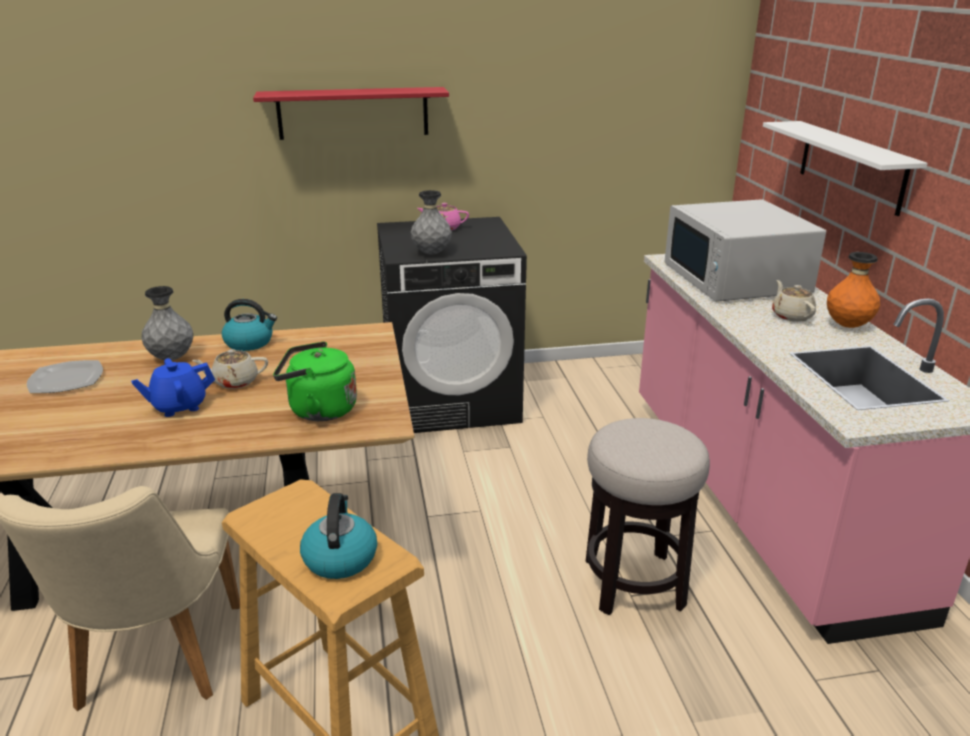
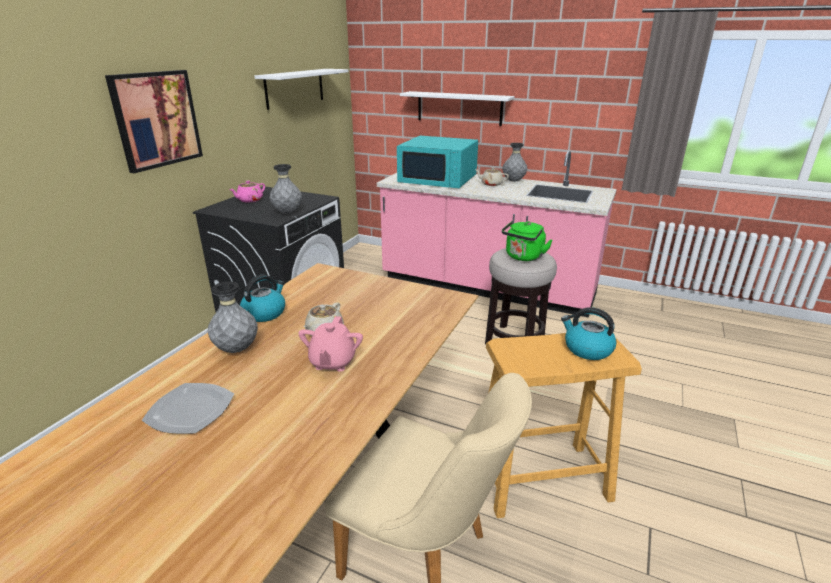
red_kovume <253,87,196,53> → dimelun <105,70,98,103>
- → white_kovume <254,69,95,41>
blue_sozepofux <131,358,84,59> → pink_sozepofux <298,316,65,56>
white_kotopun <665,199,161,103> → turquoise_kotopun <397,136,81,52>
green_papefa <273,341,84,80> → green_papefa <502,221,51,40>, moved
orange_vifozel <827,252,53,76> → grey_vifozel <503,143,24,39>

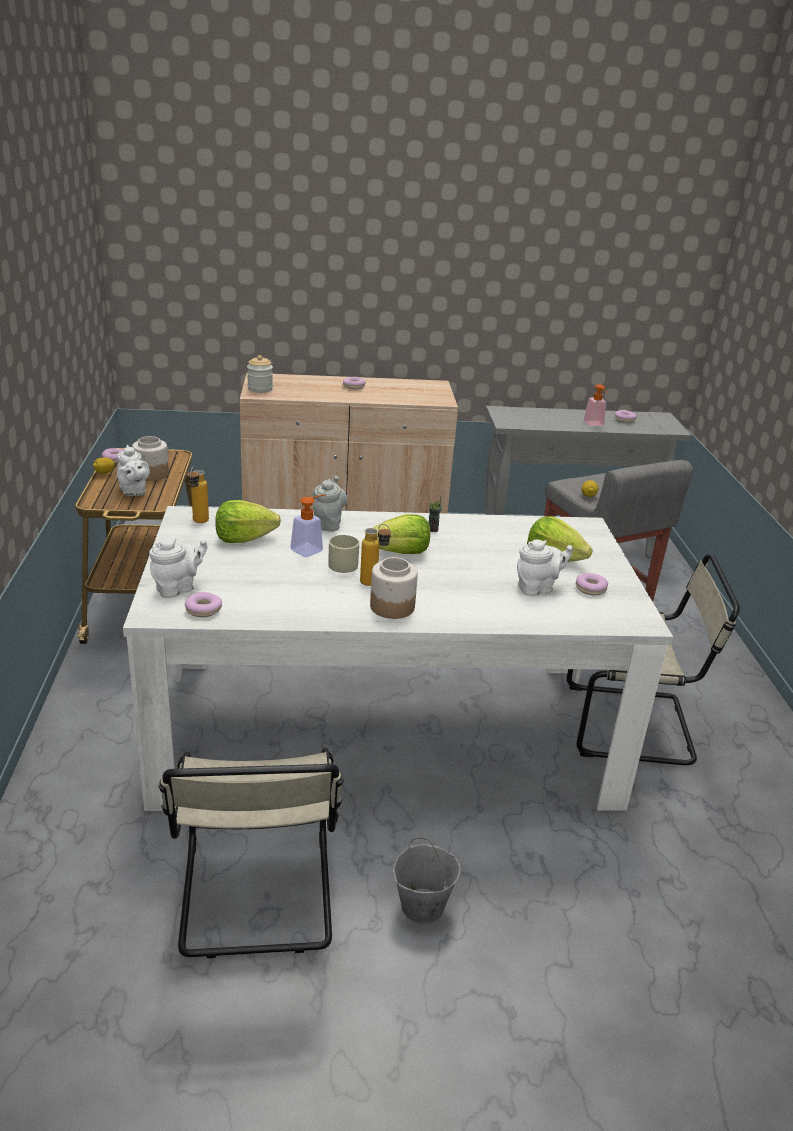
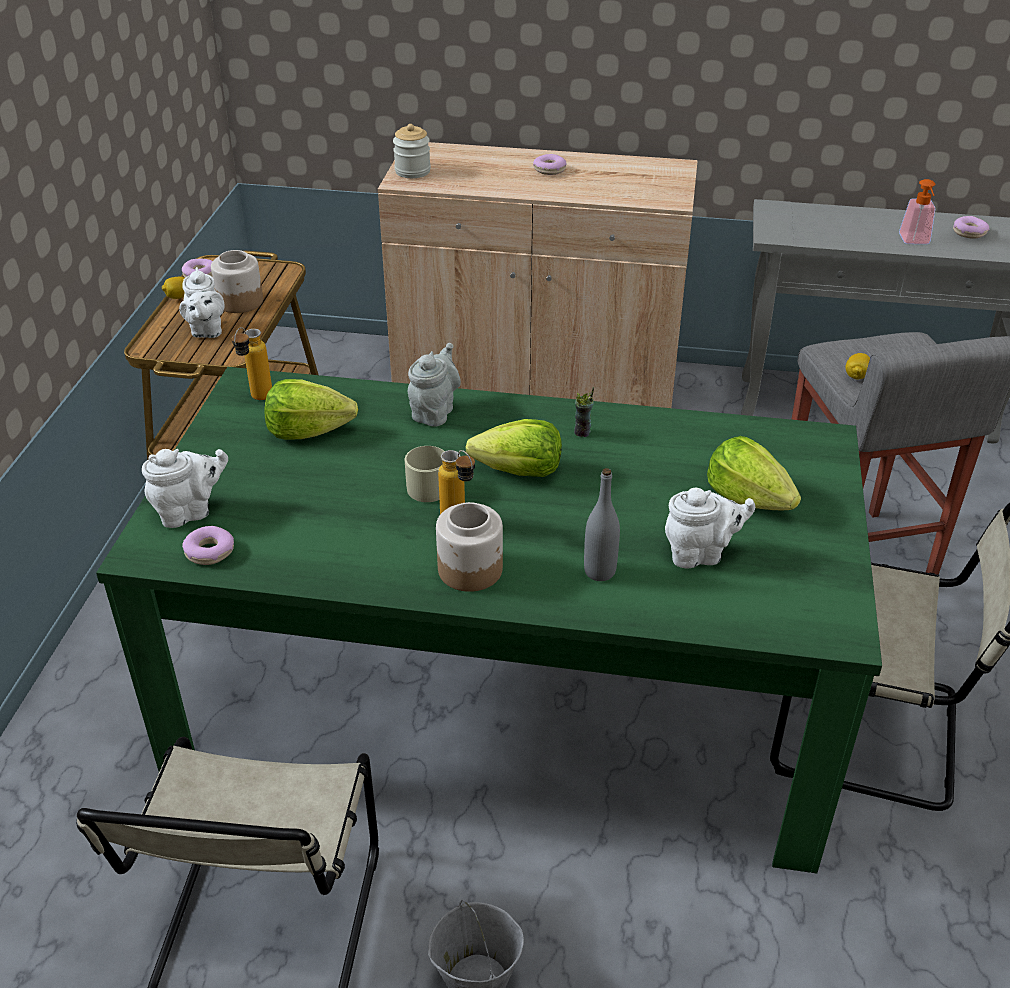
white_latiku <123,506,550,305> → green_latiku <96,367,786,506>
- → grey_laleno <584,468,36,113>
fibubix <290,494,36,63> → -
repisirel <576,573,32,22> → -

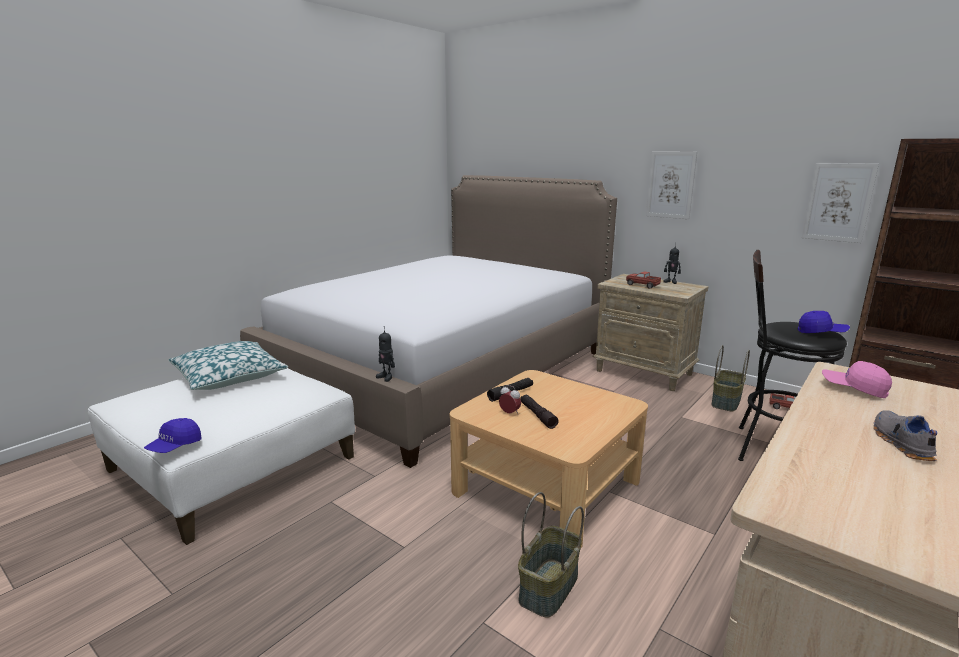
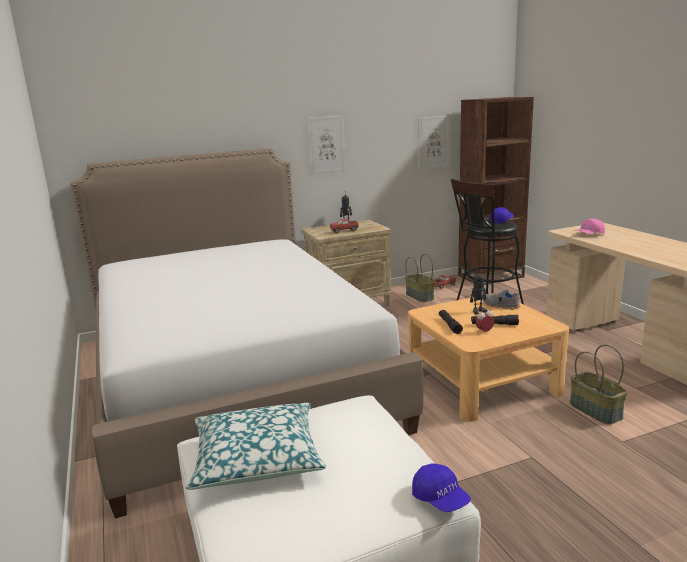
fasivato <376,326,19,56> → fasivato <470,268,18,47>, moved
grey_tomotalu <874,410,63,51> → grey_tomotalu <482,289,38,21>, moved

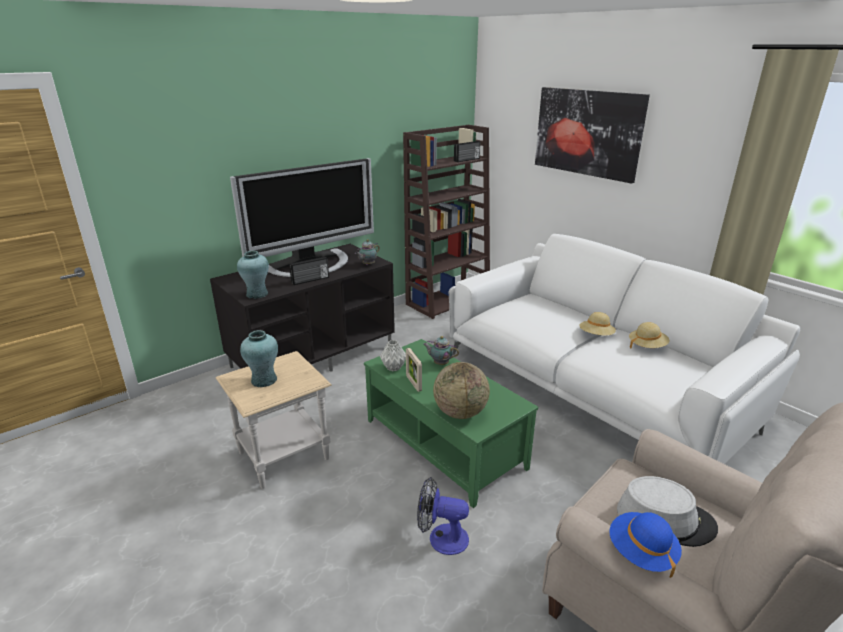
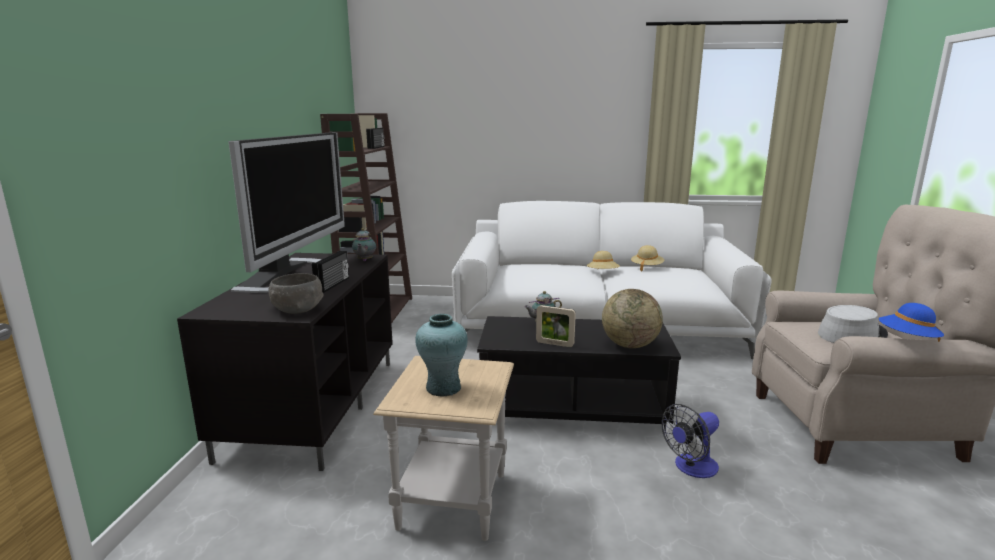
turquoise_vifozel <237,251,32,48> → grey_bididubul <269,273,54,41>
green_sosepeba <364,339,174,169> → black_sosepeba <477,316,204,121>
grey_vifozel <380,340,26,31> → -
dimelun <535,87,115,97> → -

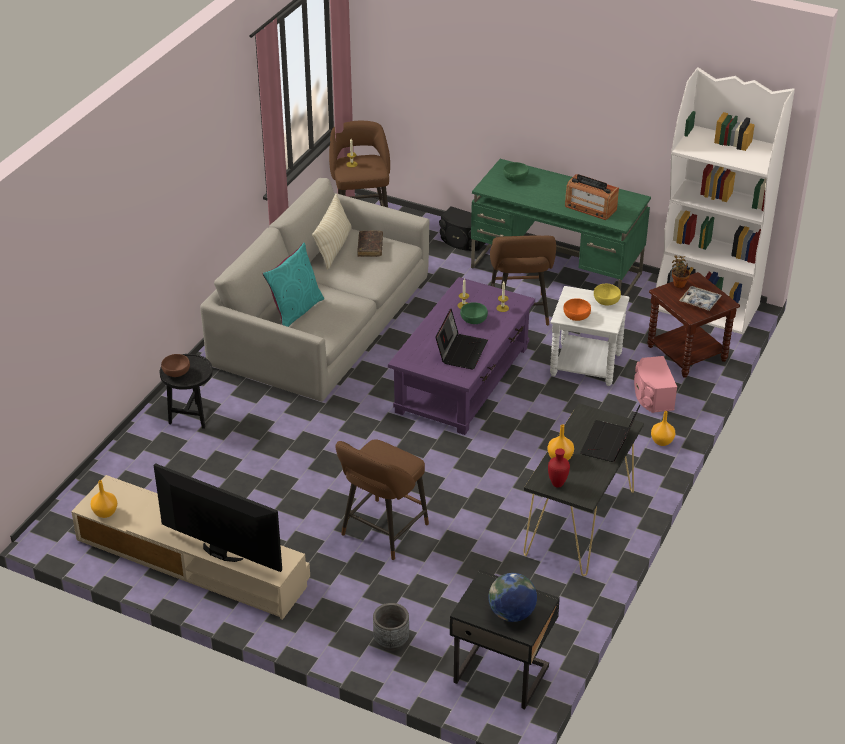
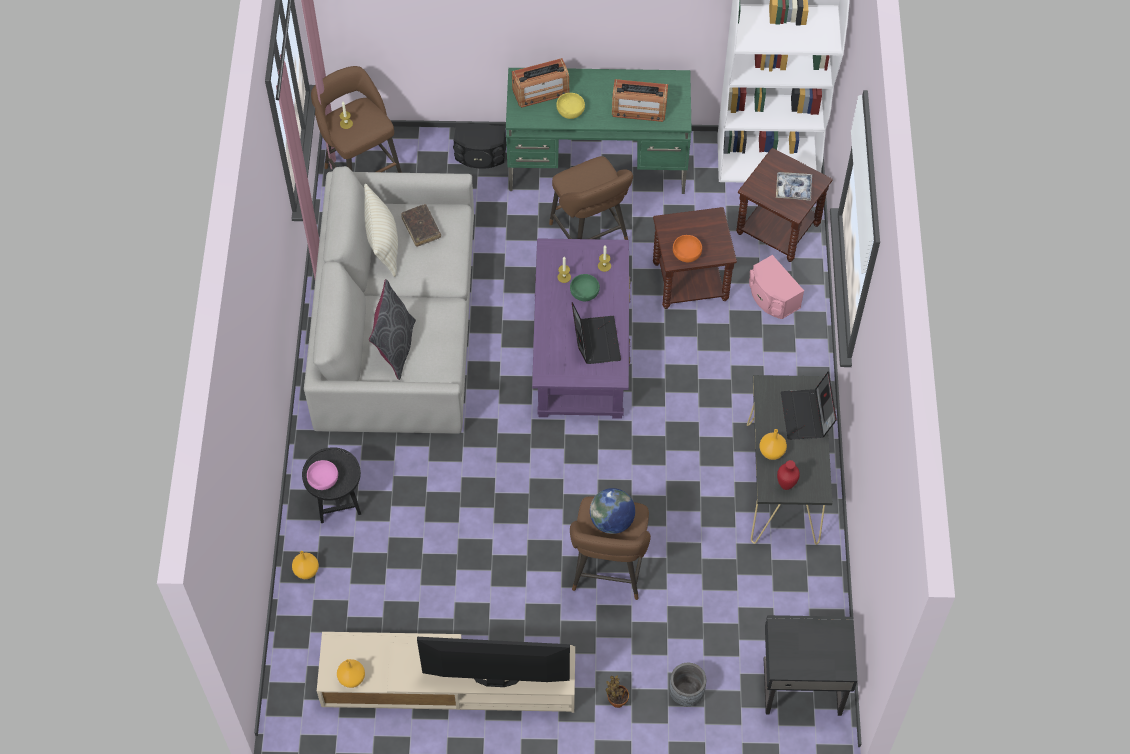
orange_vifozel <651,411,24,35> → orange_vifozel <292,551,27,28>, moved
brown_bididubul <161,354,29,23> → pink_bididubul <307,460,31,30>
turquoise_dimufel <263,243,61,84> → grey_dimufel <369,279,47,101>
green_bididubul <503,162,25,20> → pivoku <512,58,58,50>
yellow_bididubul <594,284,27,22> → yellow_bididubul <556,93,29,26>, moved
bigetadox <488,573,49,49> → bigetadox <590,488,45,46>, moved
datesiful <672,255,18,33> → datesiful <606,675,23,33>, moved
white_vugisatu <550,286,80,100> → brown_vugisatu <653,207,84,102>

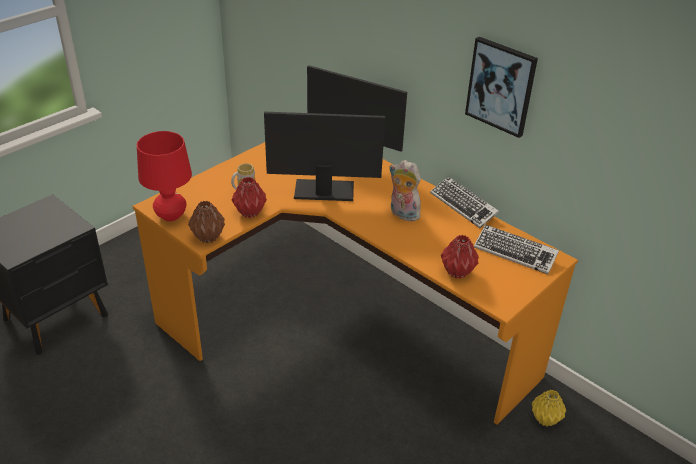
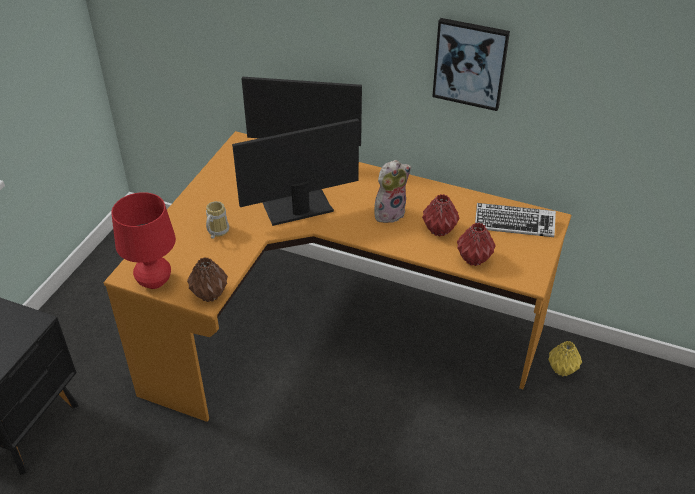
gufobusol <389,160,32,61> → gufobusol <374,160,37,63>, 135 degrees clockwise
red_vifozel <232,177,35,41> → red_vifozel <422,194,38,43>, moved
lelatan <430,176,69,52> → -

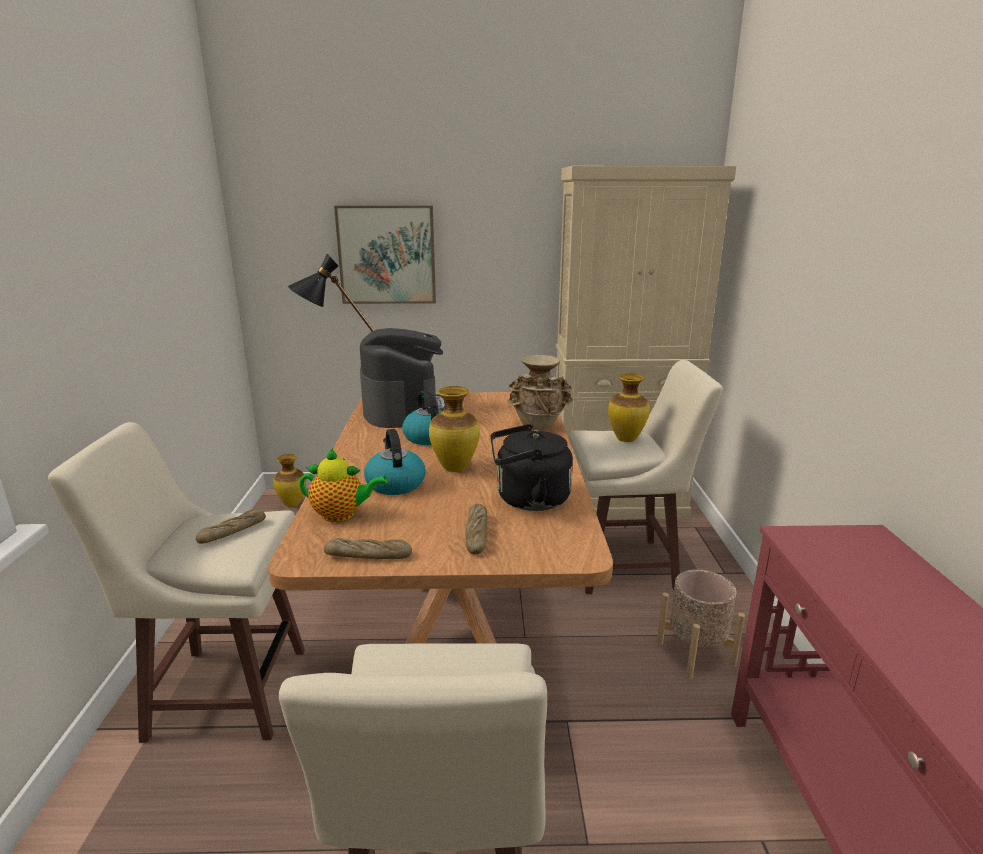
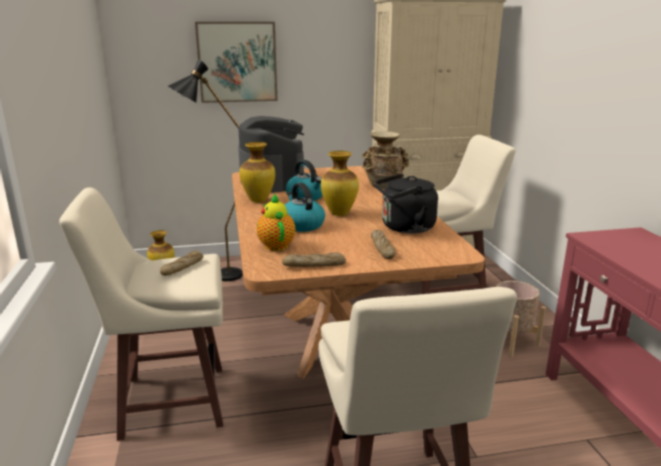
vifozel <608,373,42,69> → vifozel <240,142,35,60>, moved
sozepofux <299,448,89,74> → sozepofux <257,193,39,58>, 105 degrees counterclockwise

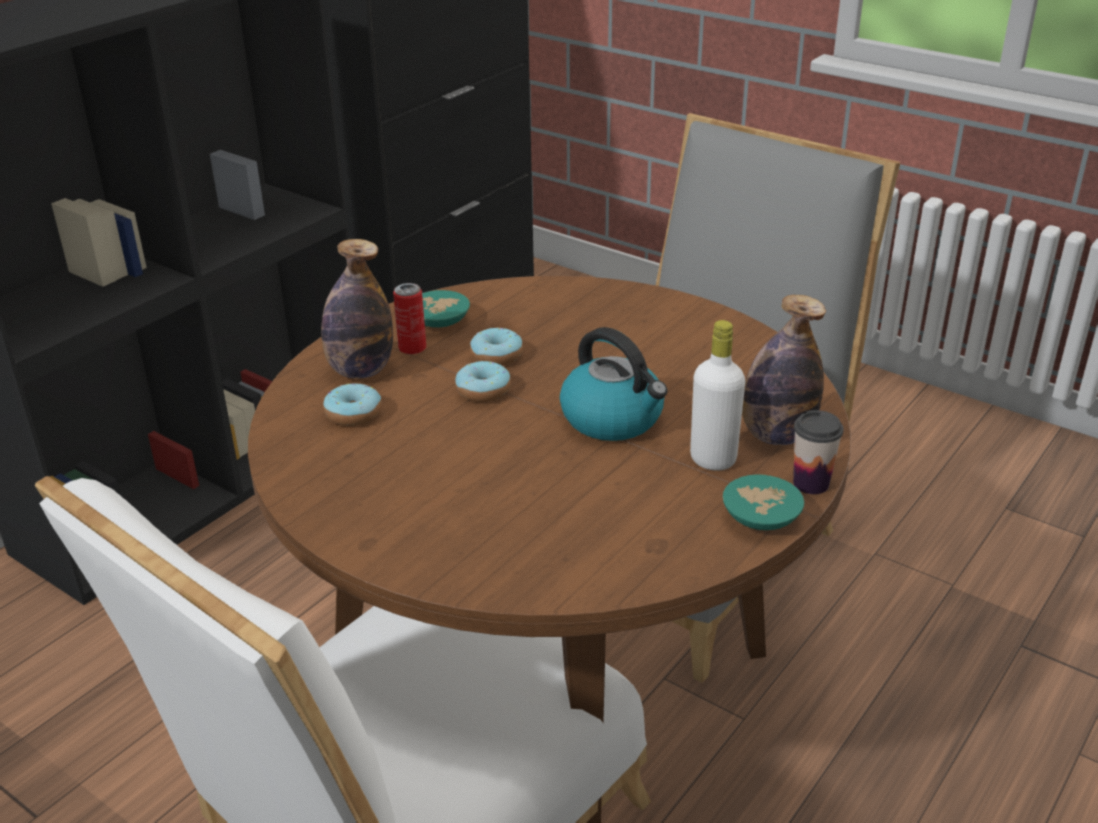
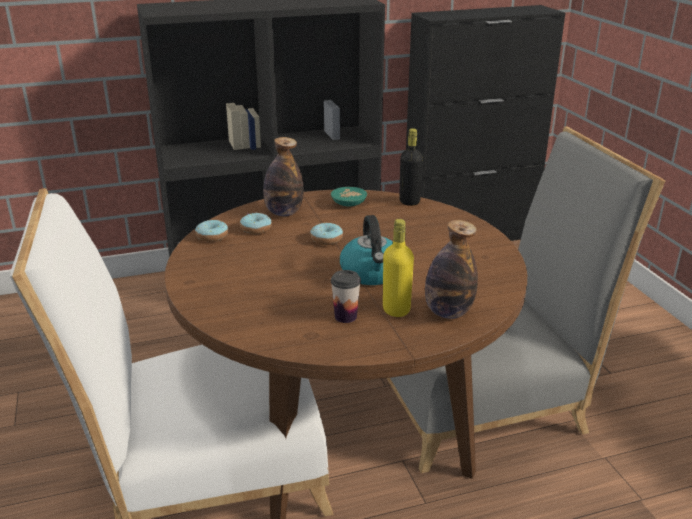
repisirel <470,328,53,38> → repisirel <195,220,33,22>, moved
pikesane <793,410,51,84> → pikesane <331,270,30,53>, moved
white_laleno <690,320,55,150> → yellow_laleno <383,219,31,98>
- → black_laleno <399,128,24,78>
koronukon <393,283,33,71> → -
turquoise_bididubul <723,475,81,55> → -

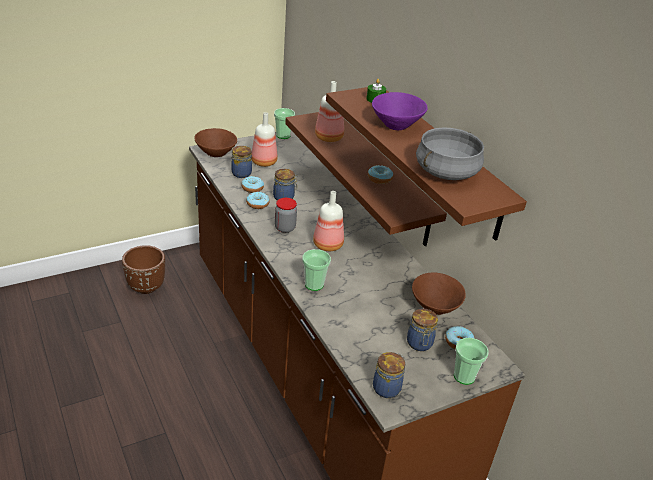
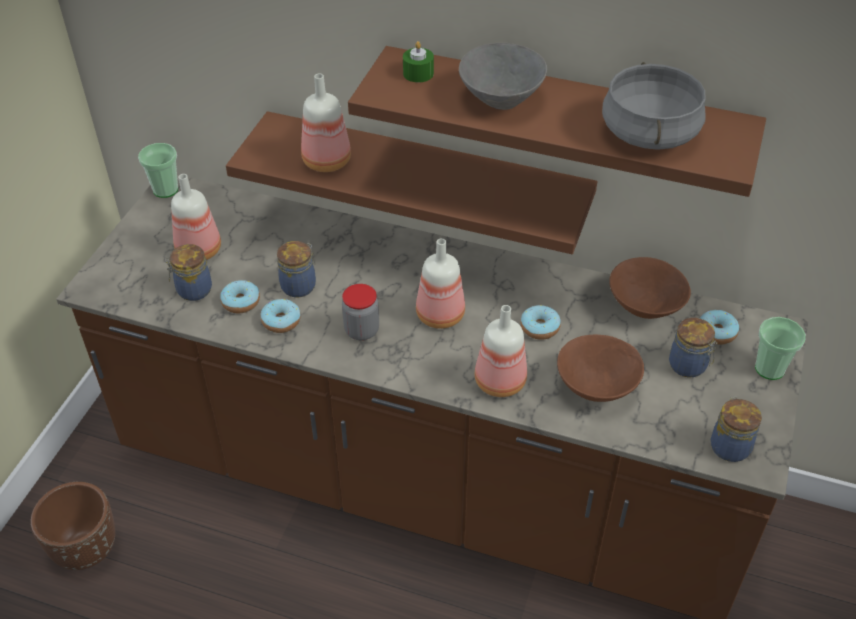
purple_bididubul <372,92,56,38> → grey_bididubul <459,43,88,67>
pikesane <302,249,29,42> → laleno <475,305,52,92>
repisirel <368,165,25,19> → repisirel <520,305,41,35>, moved
brown_bididubul <195,128,42,29> → brown_bididubul <557,335,87,67>, moved

